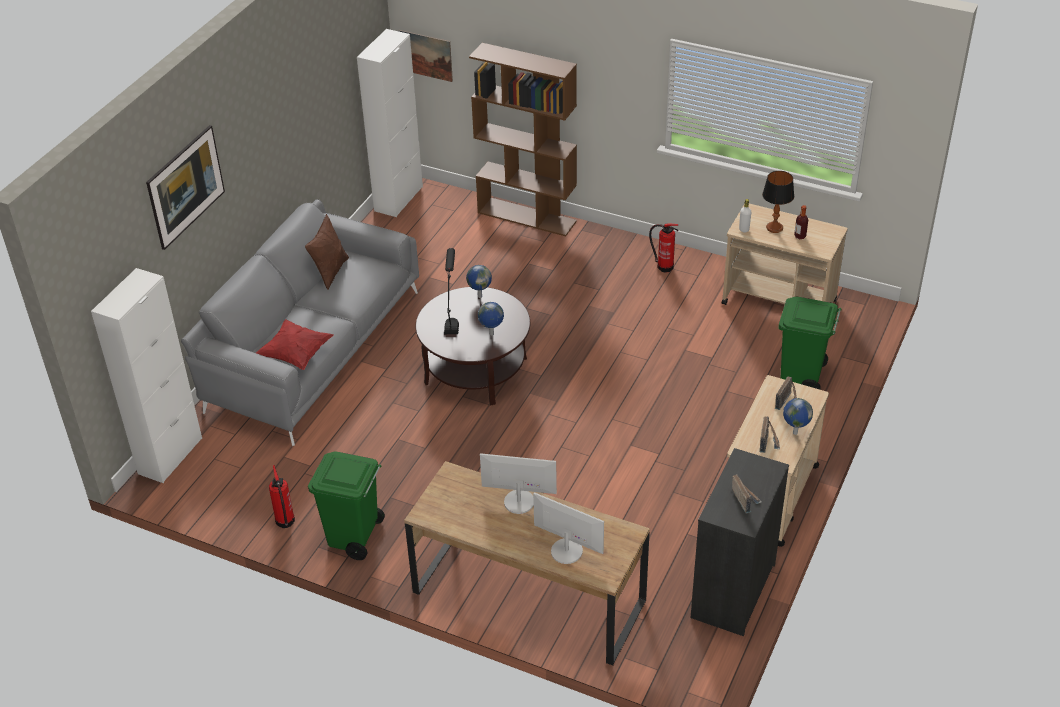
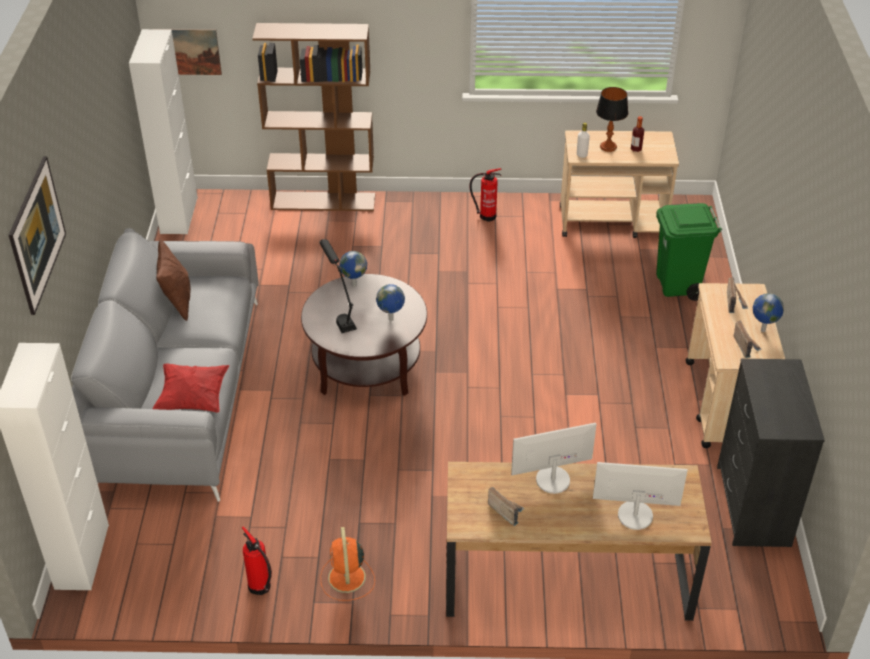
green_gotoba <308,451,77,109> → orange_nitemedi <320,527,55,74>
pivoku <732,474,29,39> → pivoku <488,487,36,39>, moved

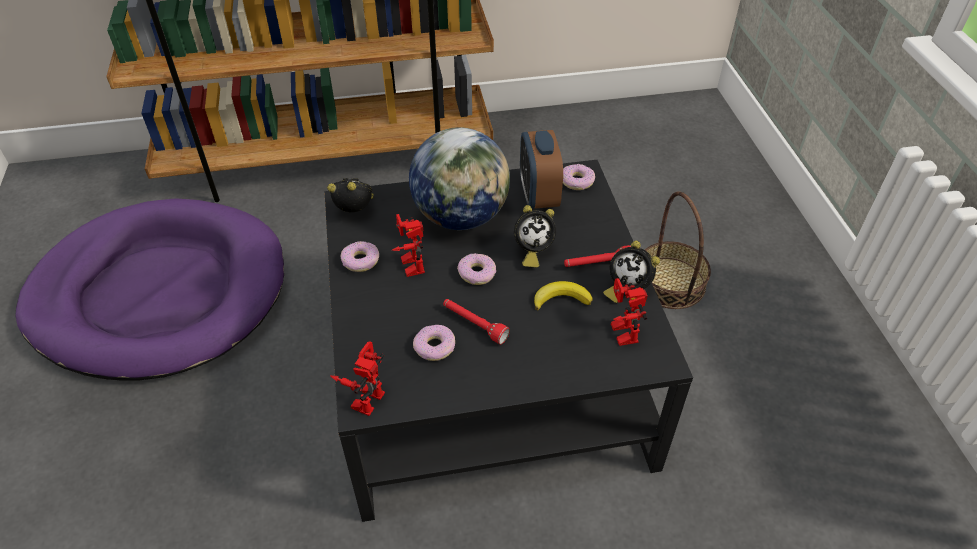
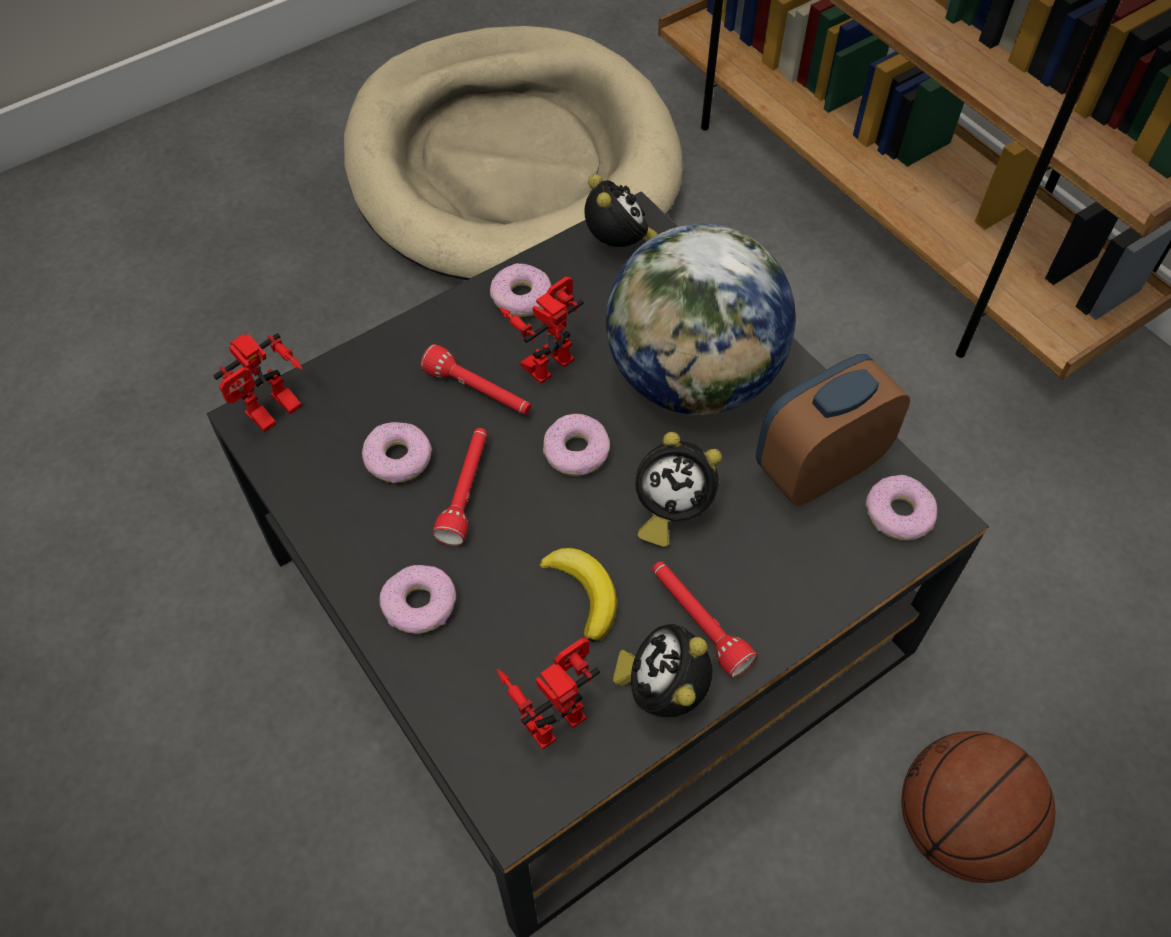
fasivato <330,341,55,75> → fasivato <213,333,89,99>, 135 degrees clockwise
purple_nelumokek <15,198,269,183> → beige_nelumokek <344,26,339,254>
- → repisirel <379,565,77,69>
- → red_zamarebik <420,344,111,71>
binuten <514,205,43,63> → binuten <635,432,87,115>, 45 degrees counterclockwise
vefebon <645,191,66,118> → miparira <902,731,153,152>

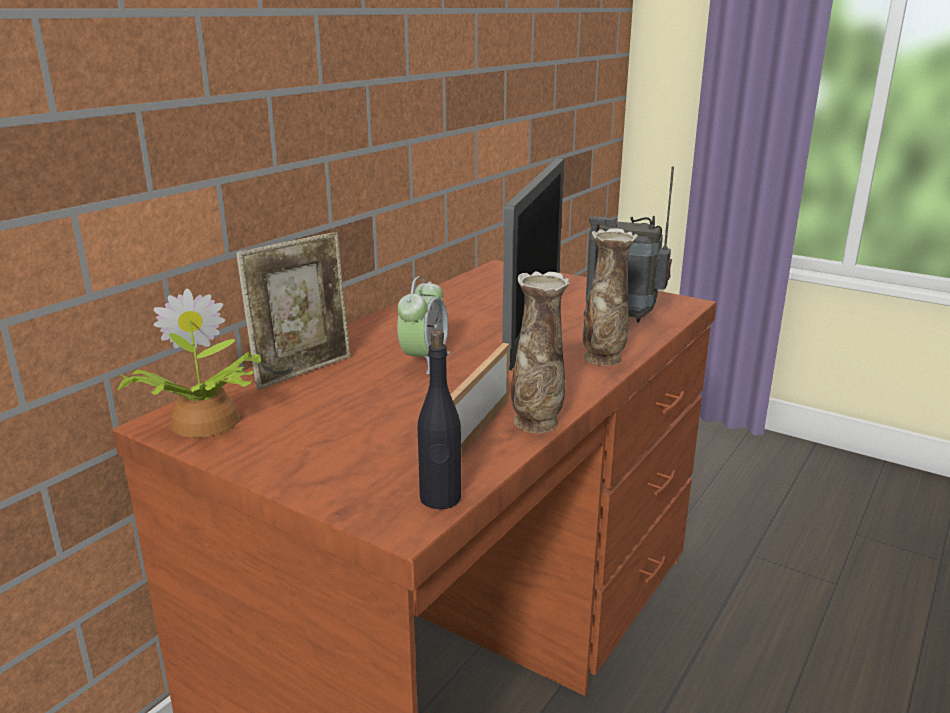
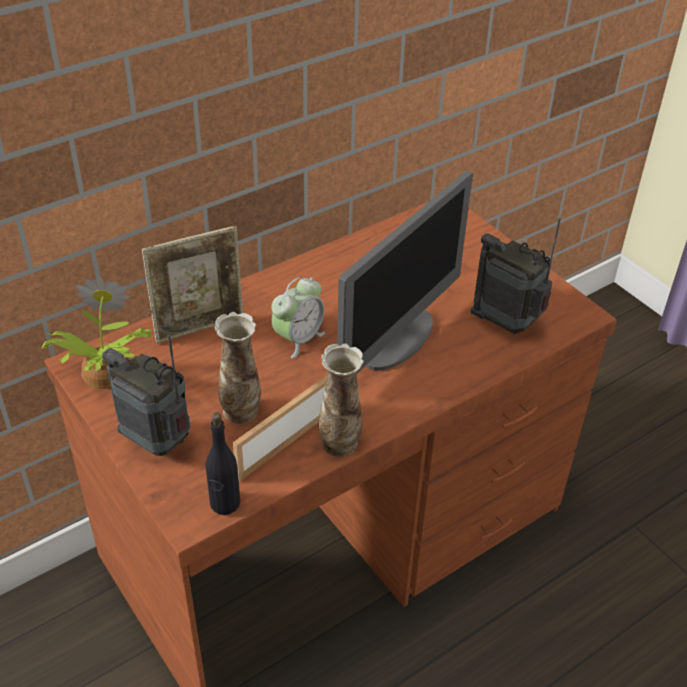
- → pivoku <102,335,89,121>
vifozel <583,228,55,138> → vifozel <214,312,47,112>, moved

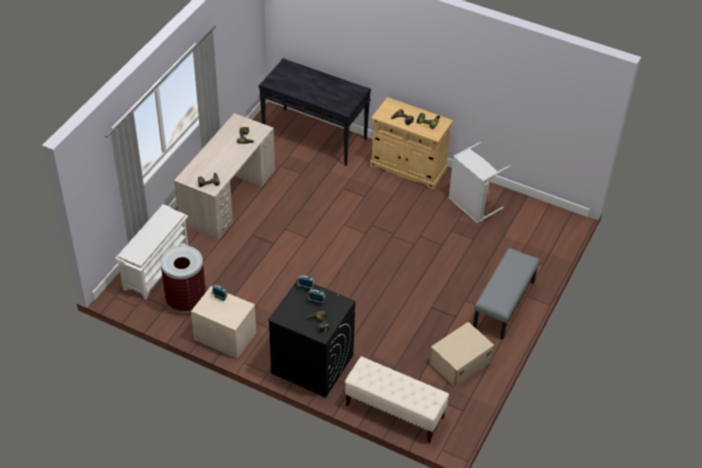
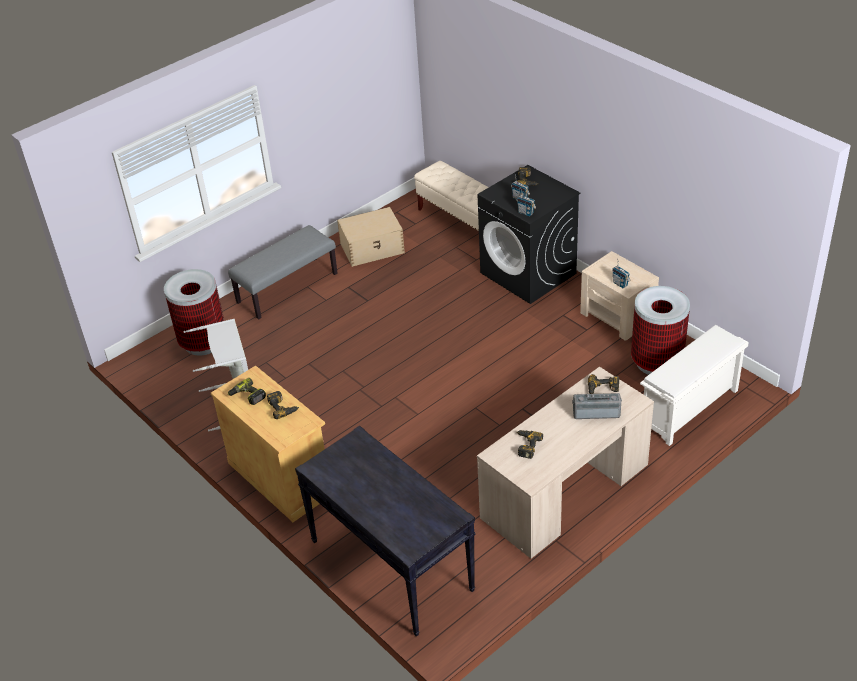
- → gotoba <164,269,60,87>
- → pivoku <572,393,50,26>

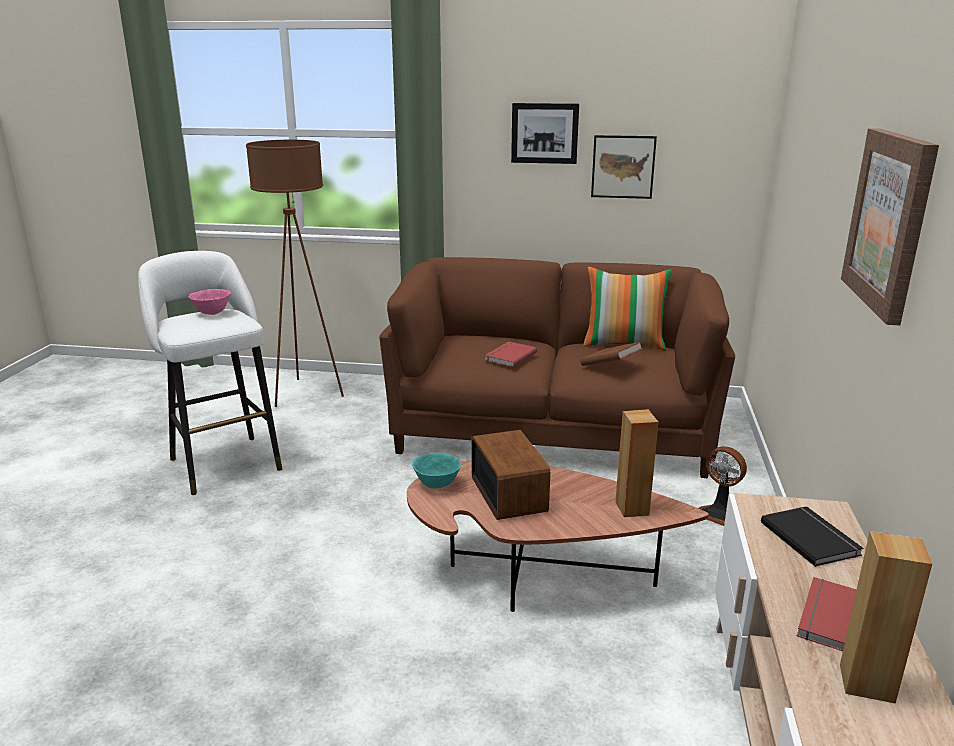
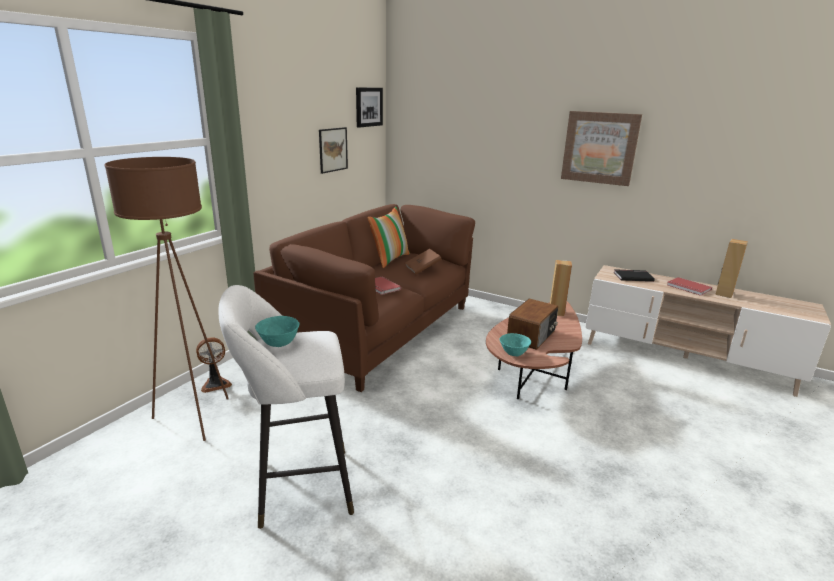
nitemedi <698,446,49,80> → nitemedi <196,337,36,56>, moved
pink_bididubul <189,289,42,26> → turquoise_bididubul <255,316,44,31>
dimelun <511,103,68,61> → dimelun <356,87,27,41>, moved
pivoku <471,430,79,90> → pivoku <507,299,51,51>, 120 degrees clockwise

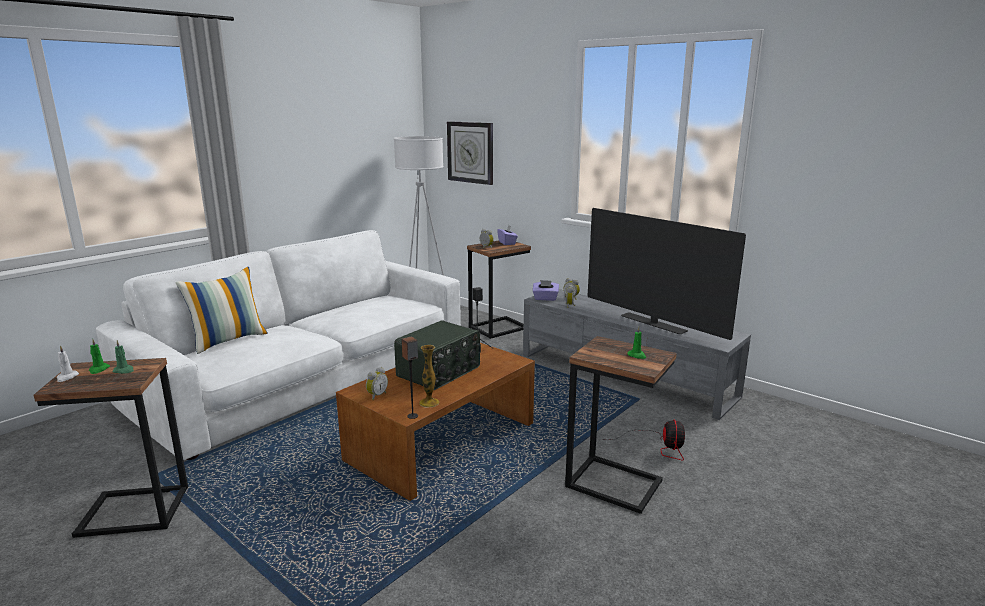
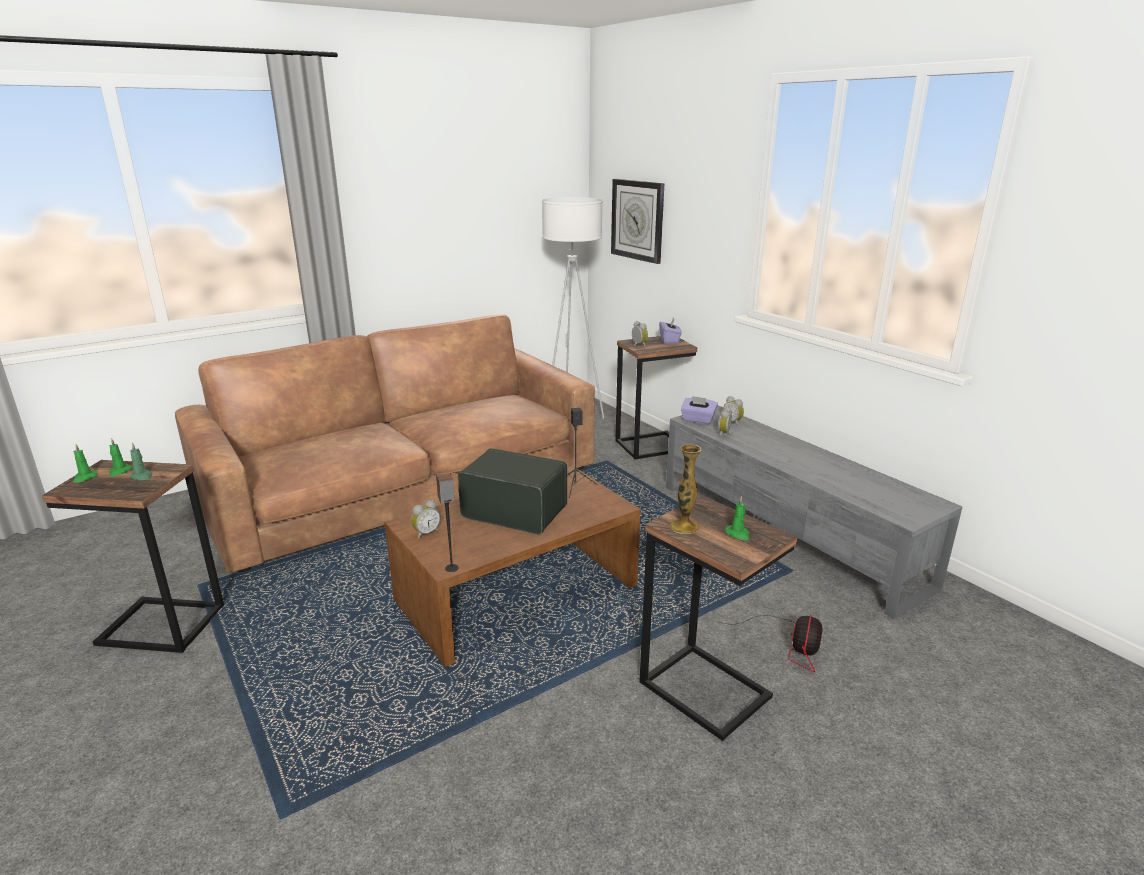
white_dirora <57,346,22,36> → green_dirora <73,444,25,39>
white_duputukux <96,230,365,230> → brown_duputukux <175,314,420,259>
pivoku <394,320,87,70> → pivoku <458,448,109,86>, 120 degrees counterclockwise
vifozel <419,345,20,63> → vifozel <670,444,32,90>, moved
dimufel <175,267,93,87> → -
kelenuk <588,208,158,132> → -

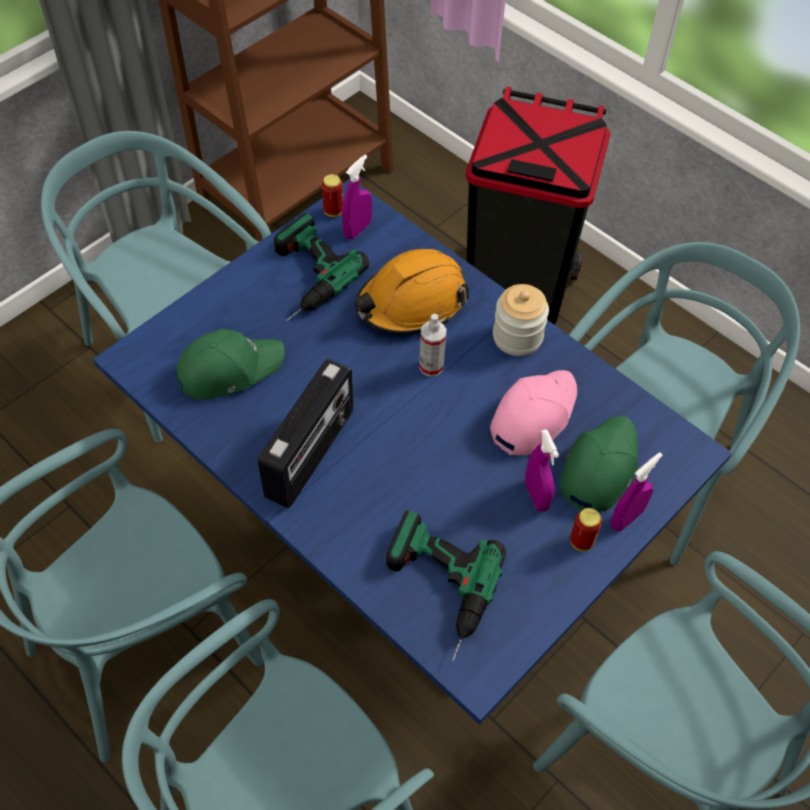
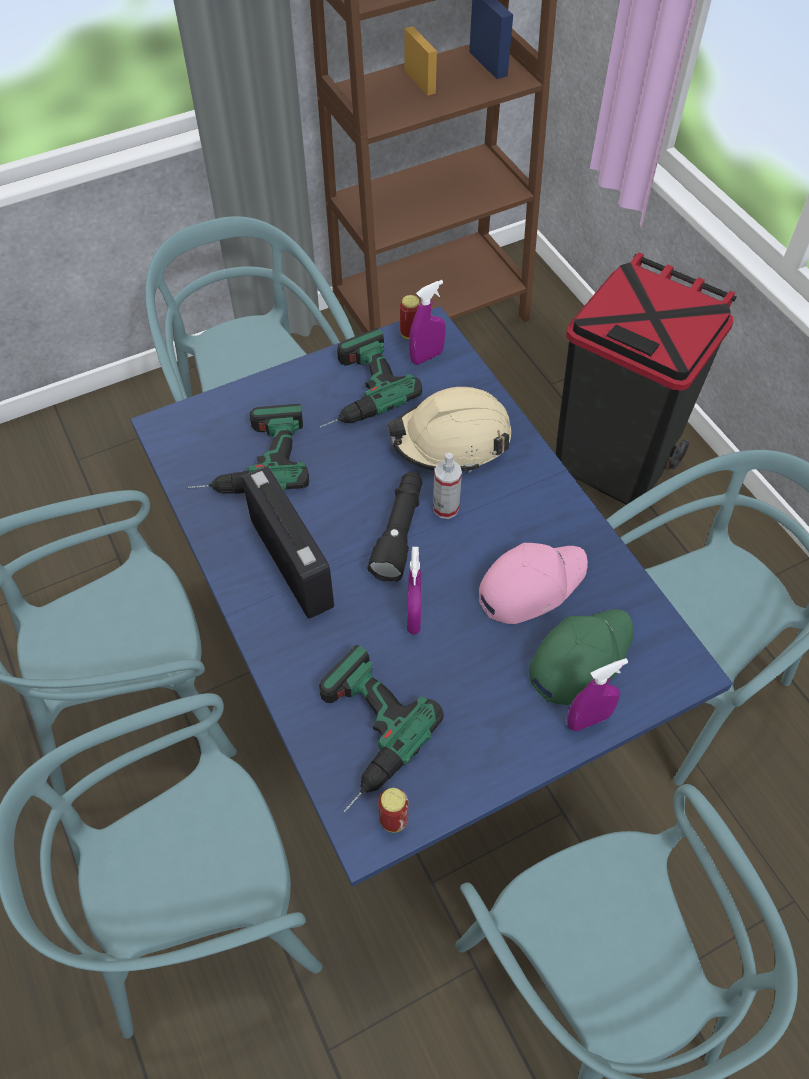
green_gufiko <177,329,107,71> → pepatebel <188,404,121,90>
pivoku <258,359,95,149> → pivoku <242,466,92,153>, 75 degrees counterclockwise
- → black_zamarebik <368,471,54,111>
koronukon <570,508,32,43> → koronukon <378,788,30,45>, moved
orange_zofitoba <355,249,114,86> → beige_zofitoba <387,387,124,85>
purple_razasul <525,429,34,83> → purple_razasul <407,547,14,88>, moved
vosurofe <493,284,56,72> → -

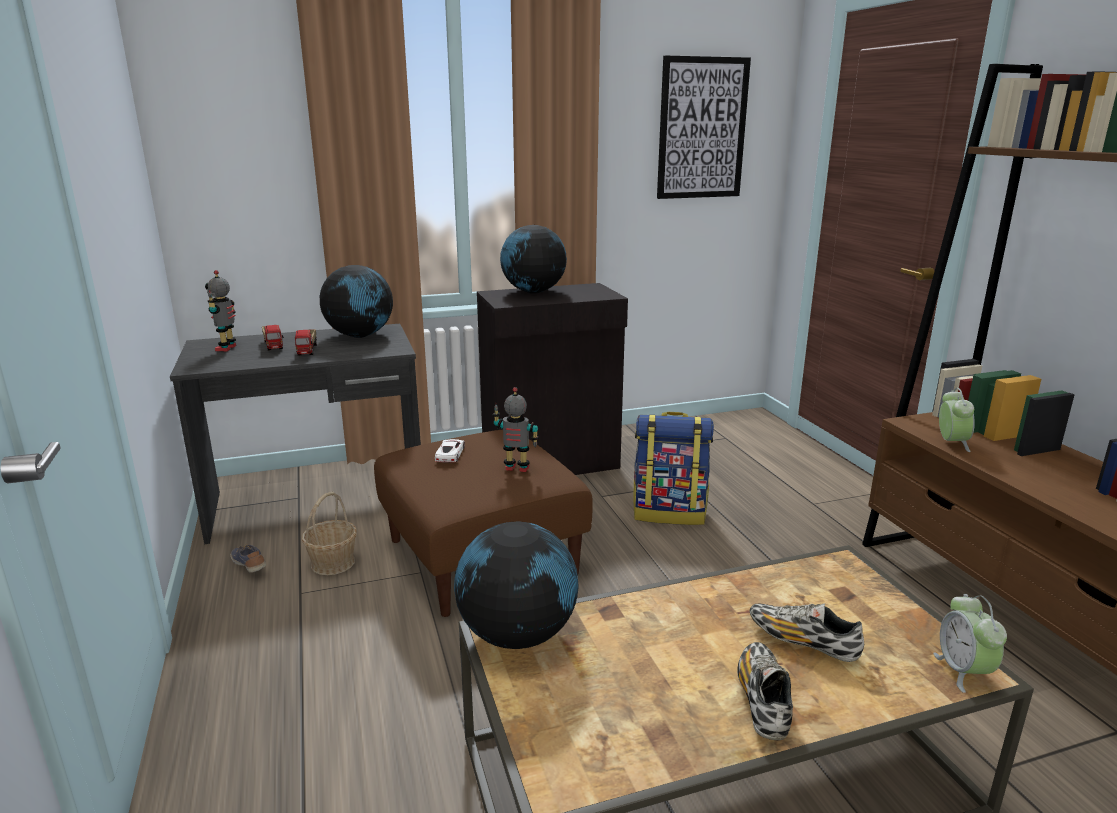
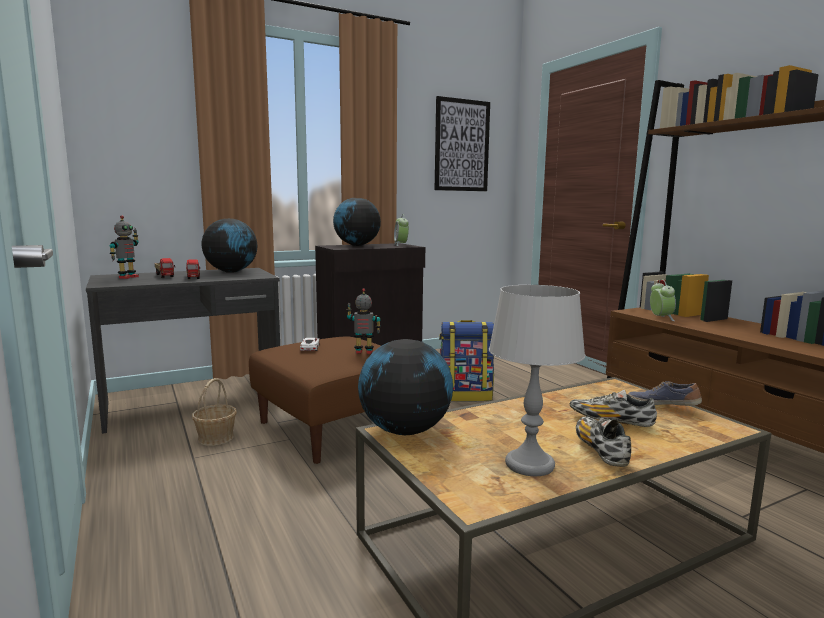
fasivato <205,270,31,81> → fasivato <110,215,29,64>, 150 degrees counterclockwise
binuten <933,594,74,99> → binuten <394,214,15,32>, moved
- → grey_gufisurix <489,285,96,191>
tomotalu <230,544,36,29> → tomotalu <627,381,75,25>, moved

